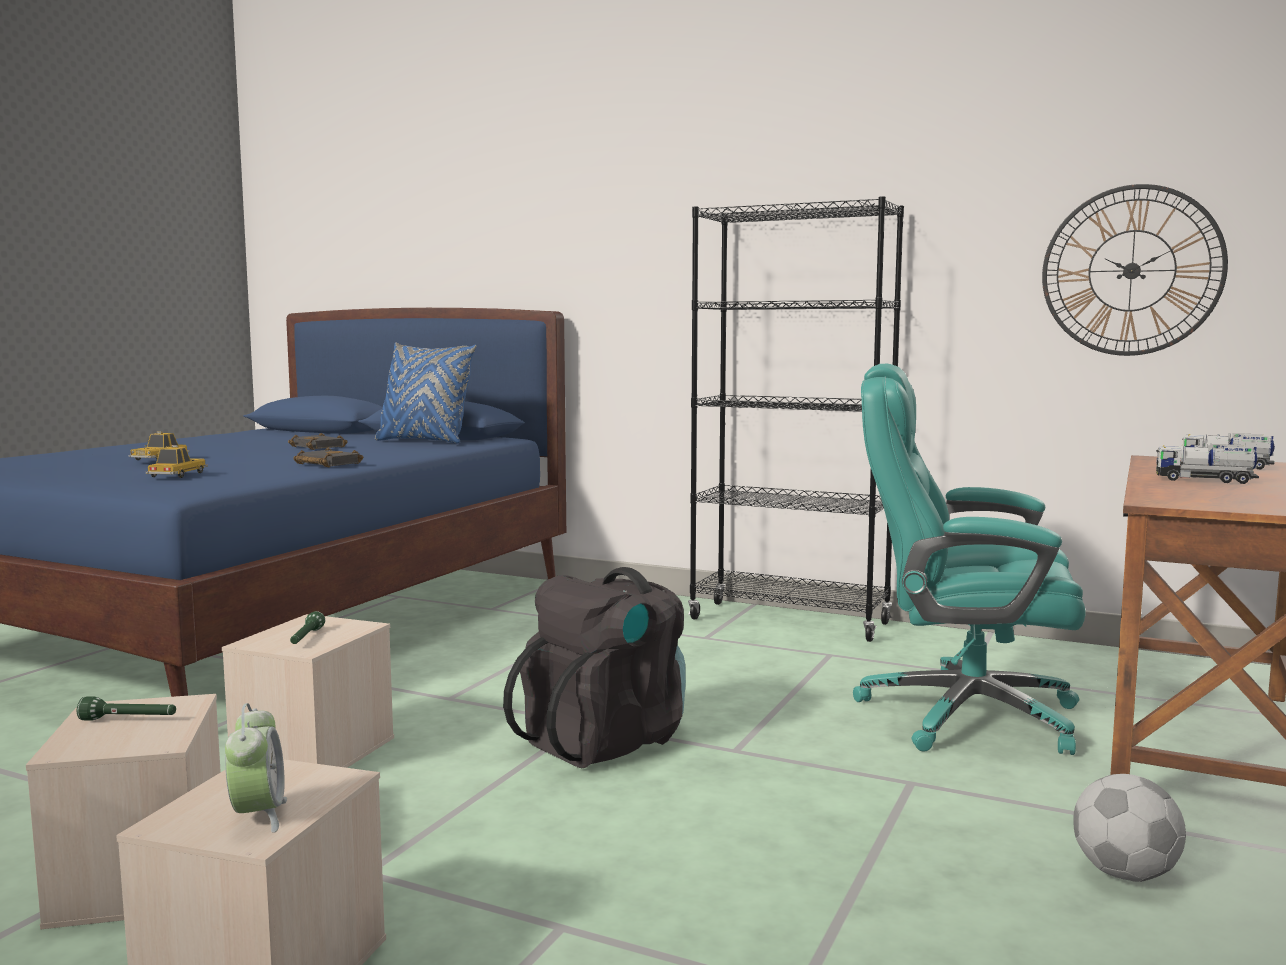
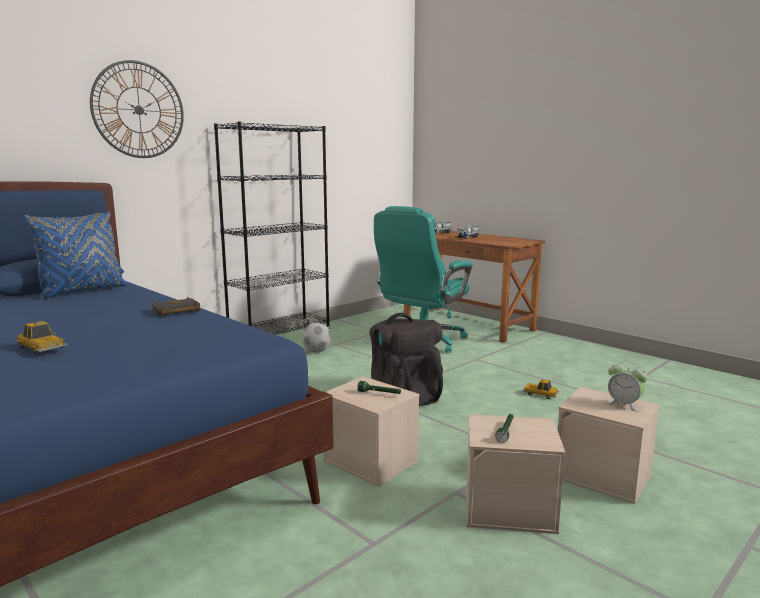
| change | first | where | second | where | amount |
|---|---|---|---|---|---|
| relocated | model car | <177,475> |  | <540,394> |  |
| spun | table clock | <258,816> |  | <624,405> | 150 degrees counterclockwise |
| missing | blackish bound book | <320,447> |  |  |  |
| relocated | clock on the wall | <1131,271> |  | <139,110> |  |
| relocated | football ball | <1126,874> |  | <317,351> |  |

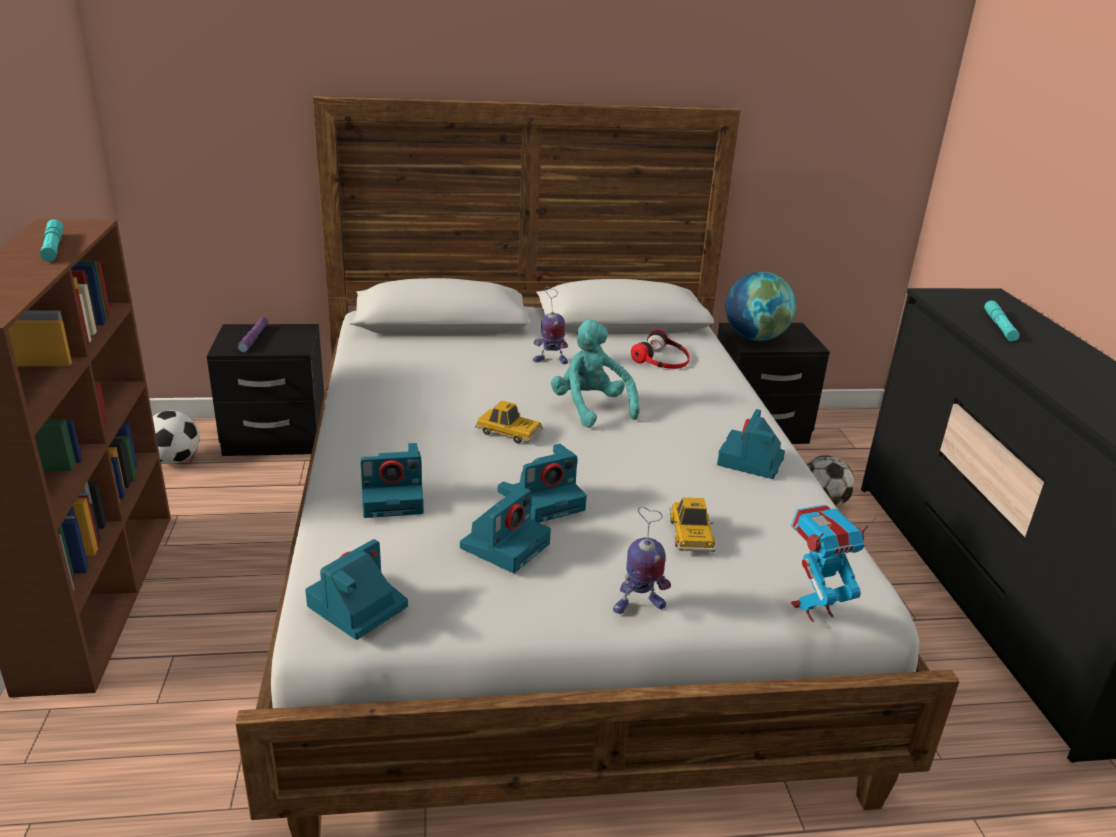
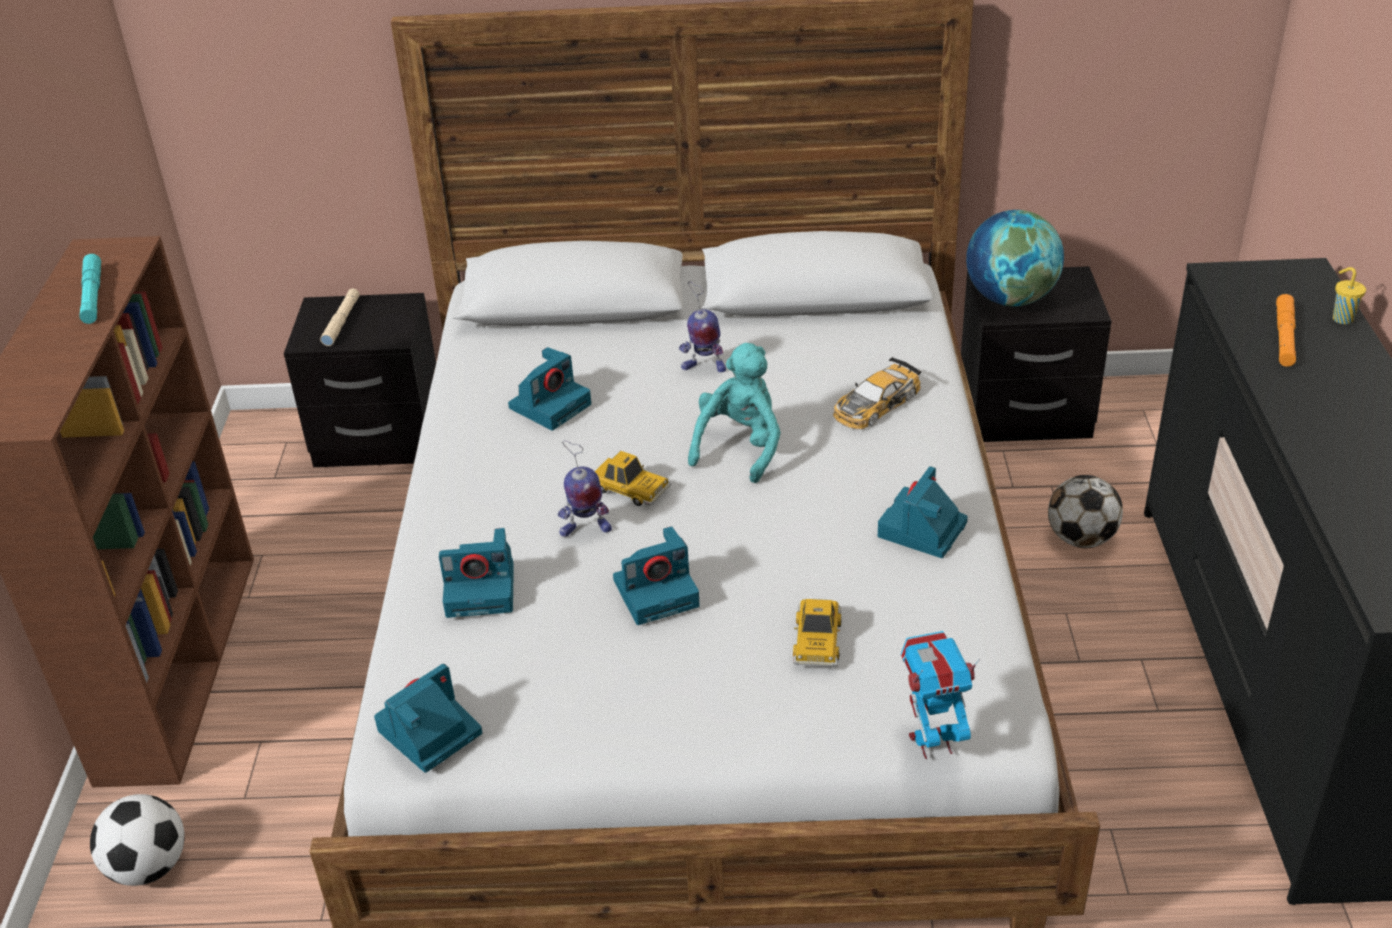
| change | first | where | second | where | amount |
|---|---|---|---|---|---|
| relocated | football ball | <174,460> |  | <149,867> |  |
| colour | purplish flashlight | <254,338> | sand-coloured flashlight | <341,322> |  |
| relocated | still camera | <505,544> |  | <551,405> |  |
| spun | turquoise soft toy | <590,408> |  | <740,447> | 45 degrees clockwise |
| relocated | toy robot | <638,606> |  | <585,530> |  |
| missing | headset | <662,359> |  |  |  |
| colour | turquoise flashlight | <999,326> | orange flashlight | <1284,336> |  |
| appeared |  |  | model car | <875,404> |  |
| appeared |  |  | yellowish cup | <1341,319> |  |

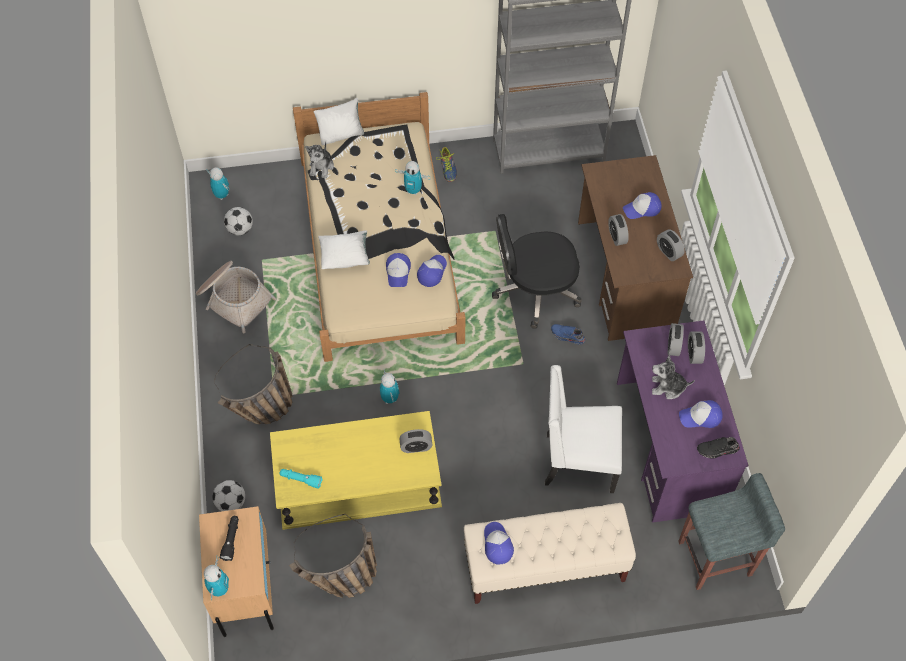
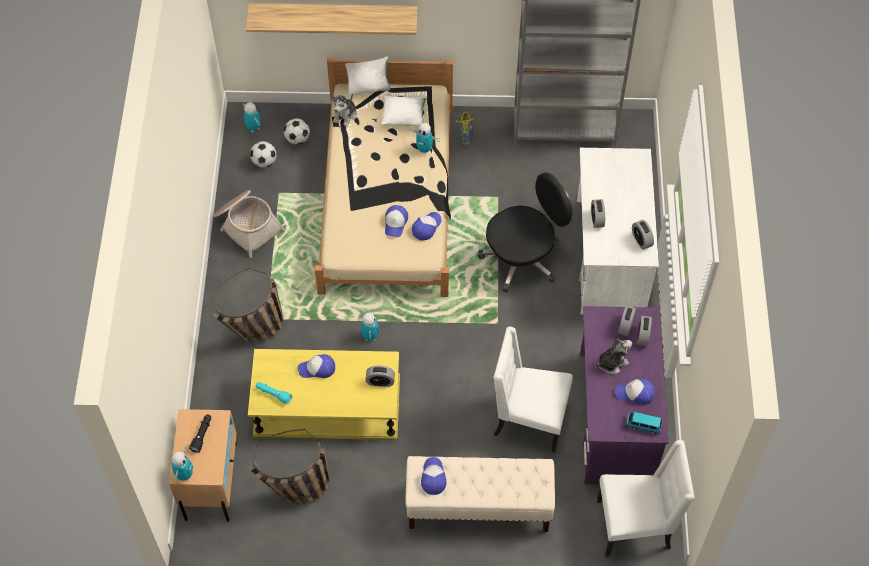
| change | first | where | second | where | amount |
|---|---|---|---|---|---|
| relocated | football ball | <231,503> |  | <297,139> |  |
| relocated | whitish throw pillow | <345,257> |  | <404,117> |  |
| spun | blackish office chair | <535,291> |  | <522,258> | 150 degrees clockwise |
| missing | blue-coloured shoe | <567,336> |  |  |  |
| colour | brown desk unit | <624,276> | whitish desk unit | <609,257> |  |
| relocated | peaked cap | <642,209> |  | <317,369> |  |
| spun | soft toy | <668,387> |  | <611,362> | 135 degrees clockwise |
| exchanged | gray stool seat | <716,558> | whitish chair | <635,525> |  |
| exchanged | blackish shoe | <717,450> | model car | <643,425> |  |
| appeared |  |  | shelf | <333,14> |  |

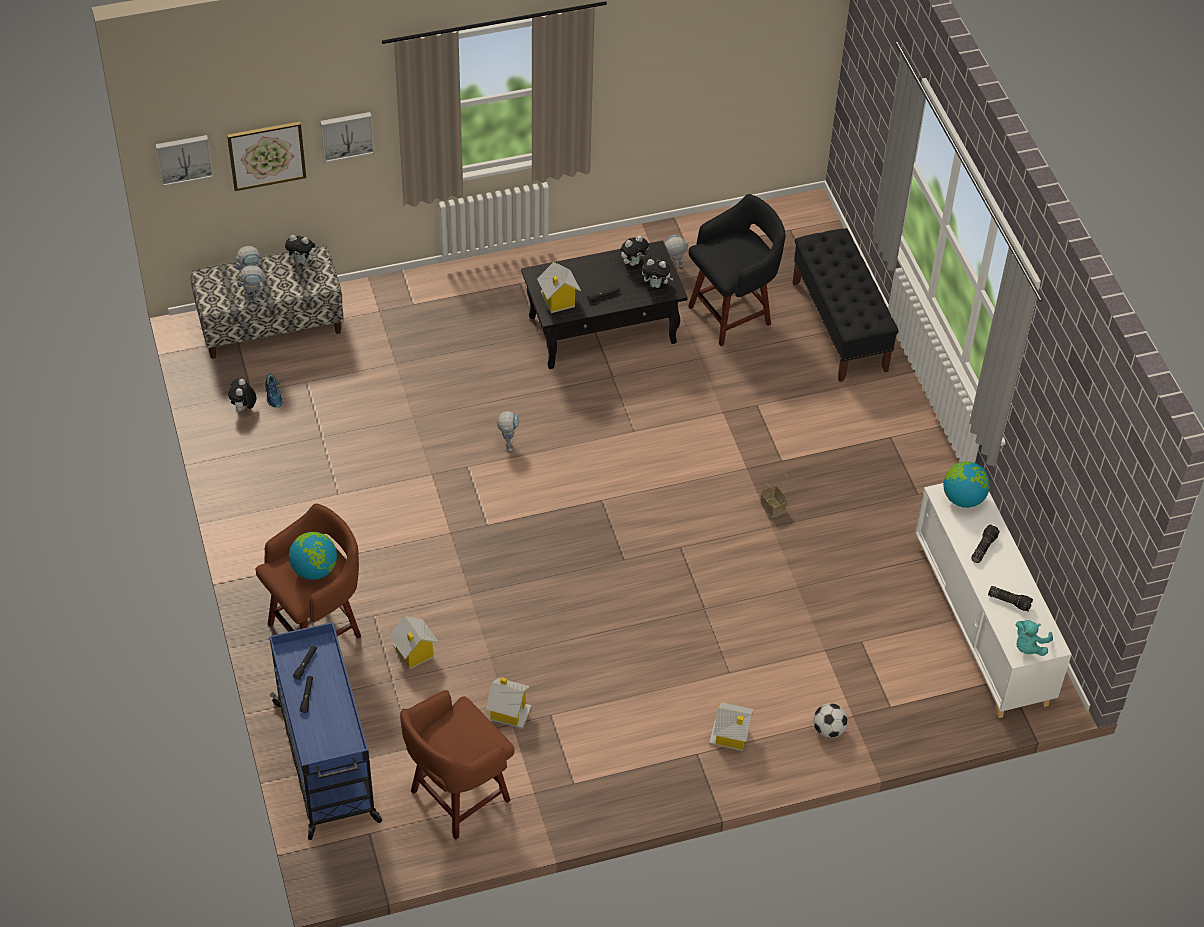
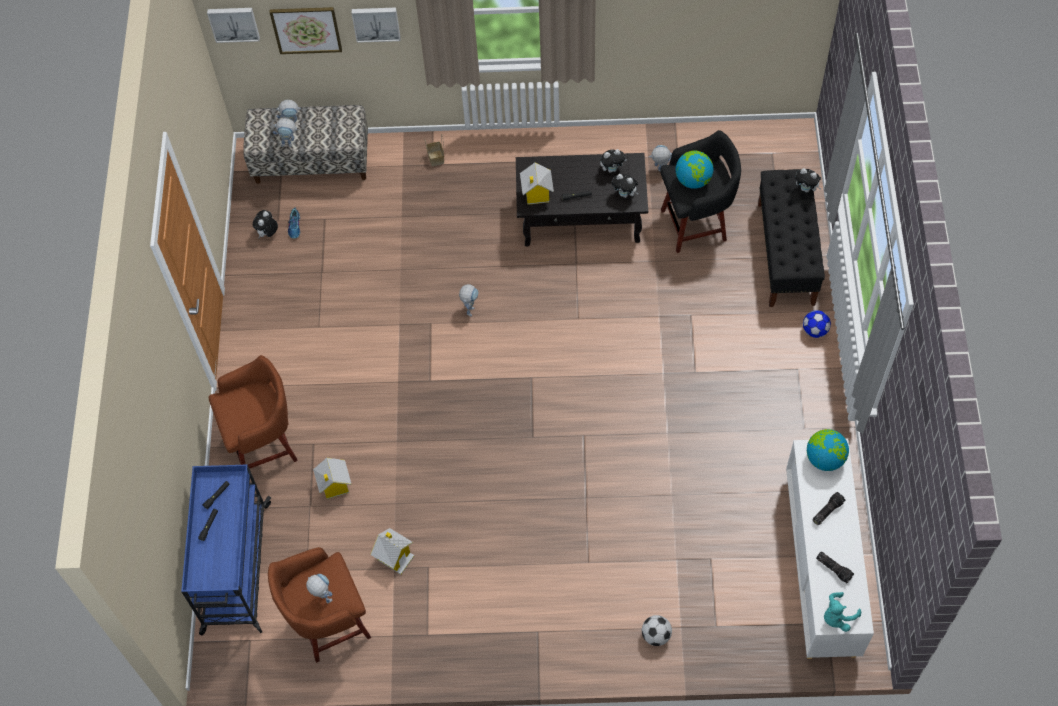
| change | first | where | second | where | amount |
|---|---|---|---|---|---|
| relocated | soft toy | <302,261> |  | <806,189> |  |
| relocated | world globe | <314,569> |  | <693,180> |  |
| missing | toy house | <730,737> |  |  |  |
| relocated | basket | <773,507> |  | <436,158> |  |
| appeared |  |  | toy robot | <322,597> |  |
| appeared |  |  | football ball | <815,330> |  |

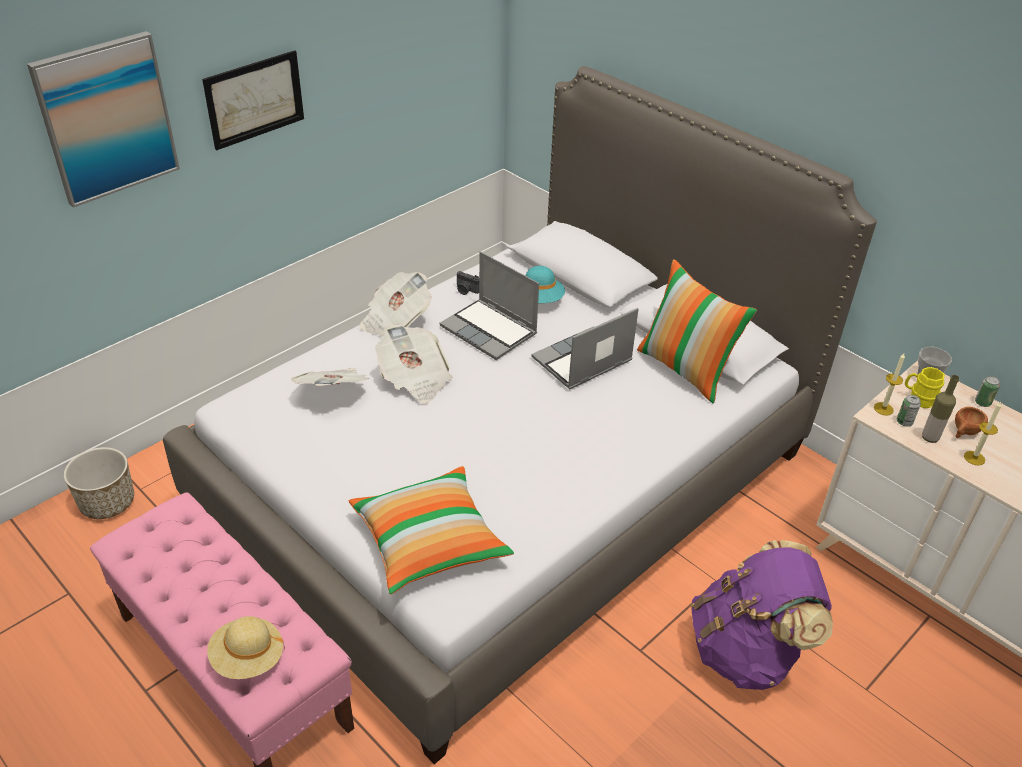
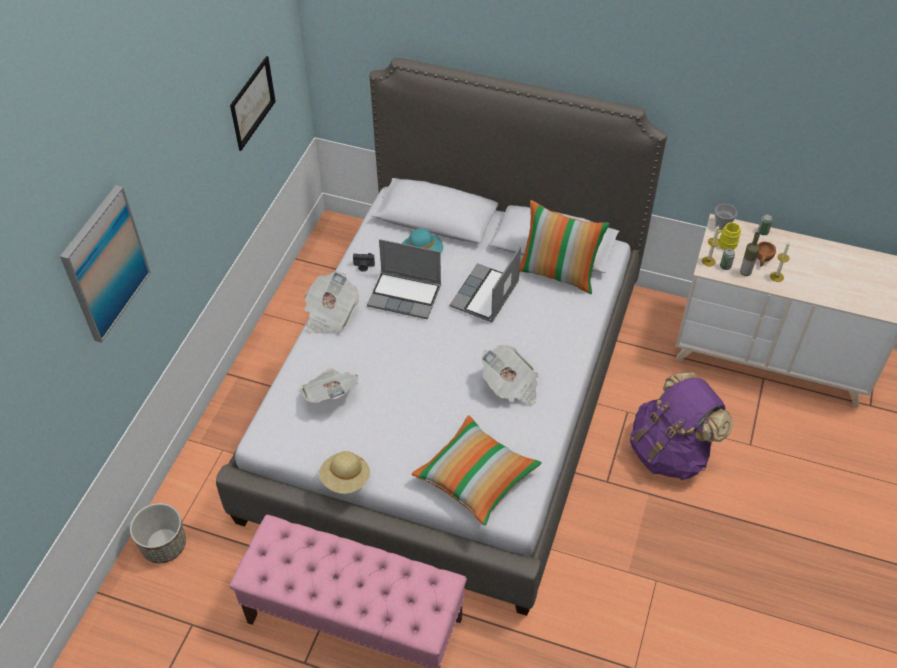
| change | first | where | second | where | amount |
|---|---|---|---|---|---|
| relocated | picture | <254,99> |  | <252,103> |  |
| relocated | sand-coloured clothing hat | <248,658> |  | <345,479> |  |
| relocated | daily paper | <415,379> |  | <510,386> |  |

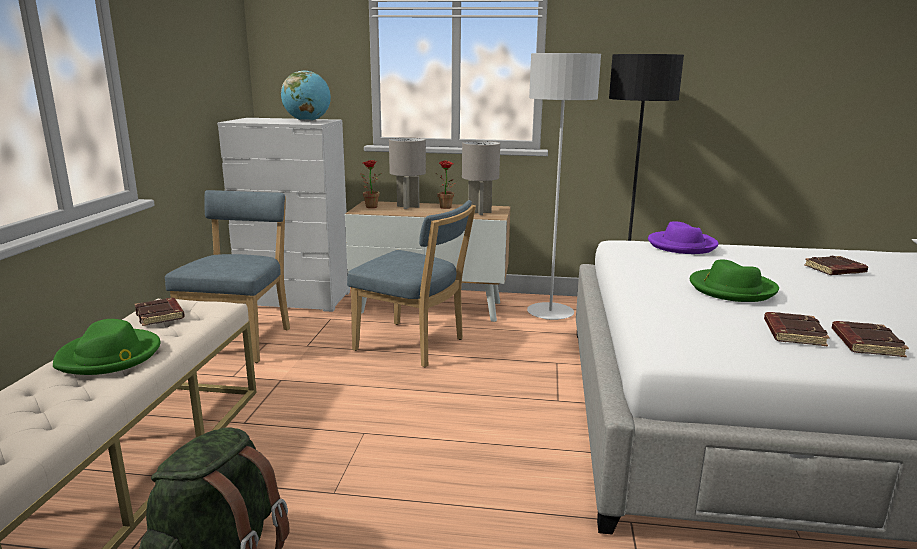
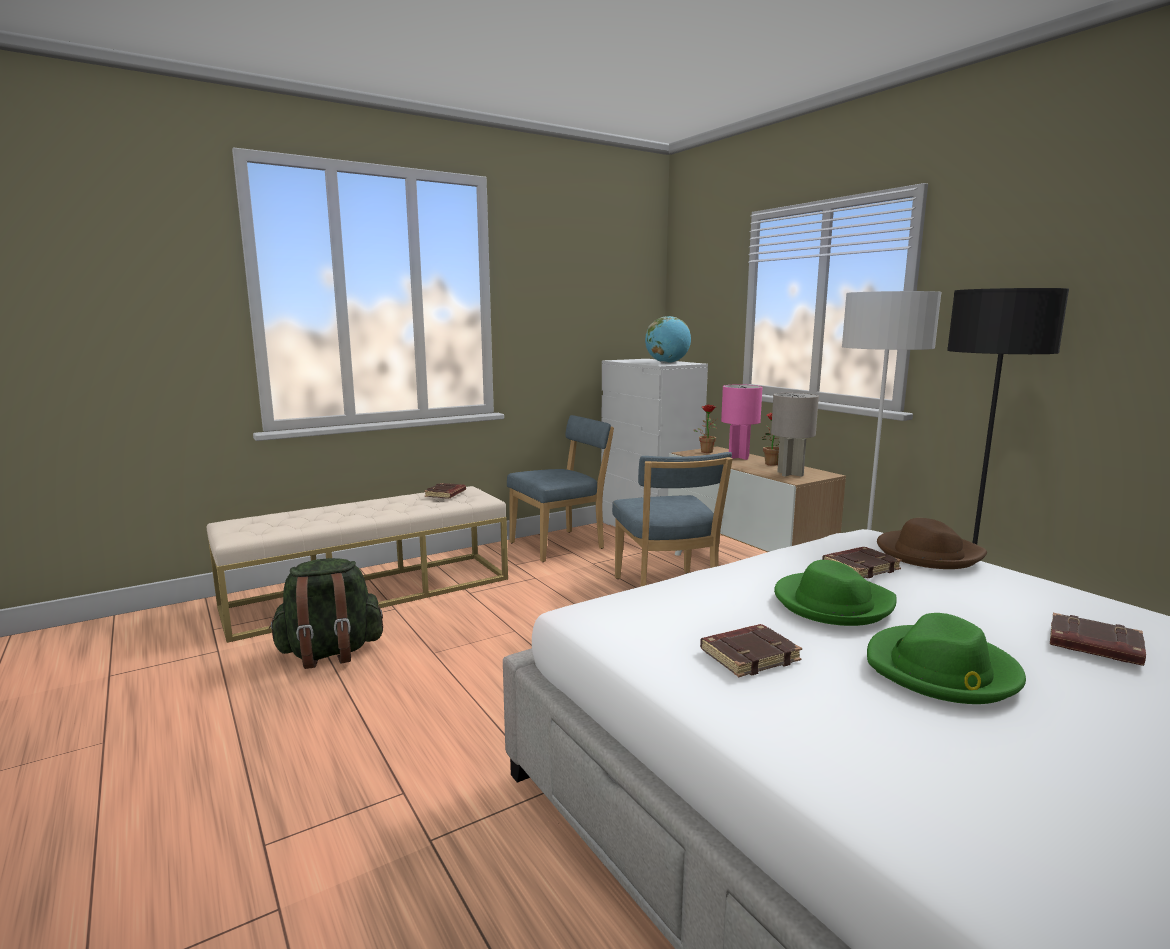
| change | first | where | second | where | amount |
|---|---|---|---|---|---|
| relocated | green-coloured clothing hat | <110,356> |  | <941,670> |  |
| colour | gray table lamp | <408,207> | pink table lamp | <738,457> |  |
| colour | purplish clothing hat | <681,245> | brown clothing hat | <927,554> |  |
| relocated | brown bound book | <865,343> |  | <860,567> |  |

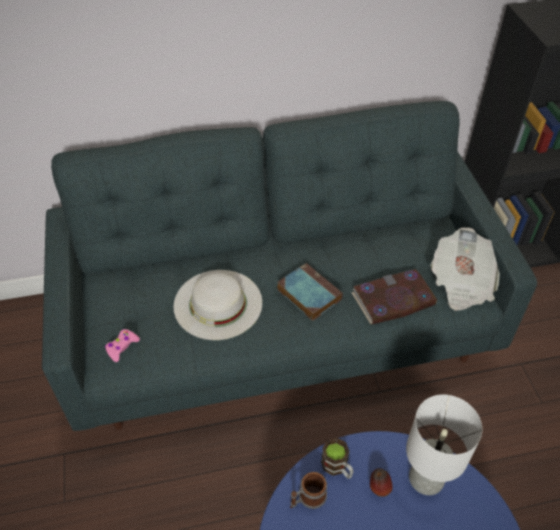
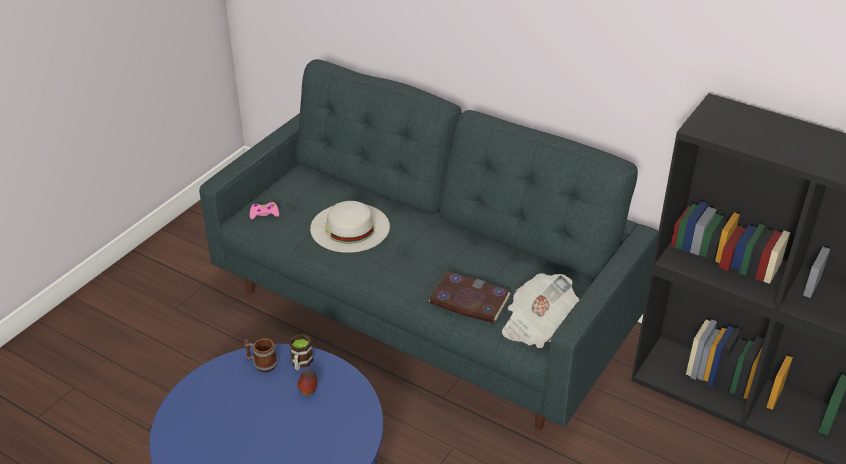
| change | first | where | second | where | amount |
|---|---|---|---|---|---|
| missing | bound book | <307,294> |  |  |  |
| missing | whitish table lamp | <425,479> |  |  |  |

